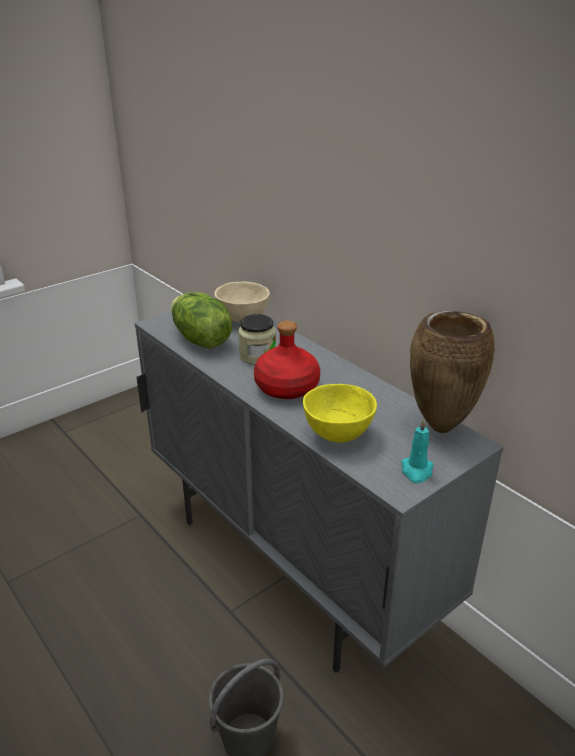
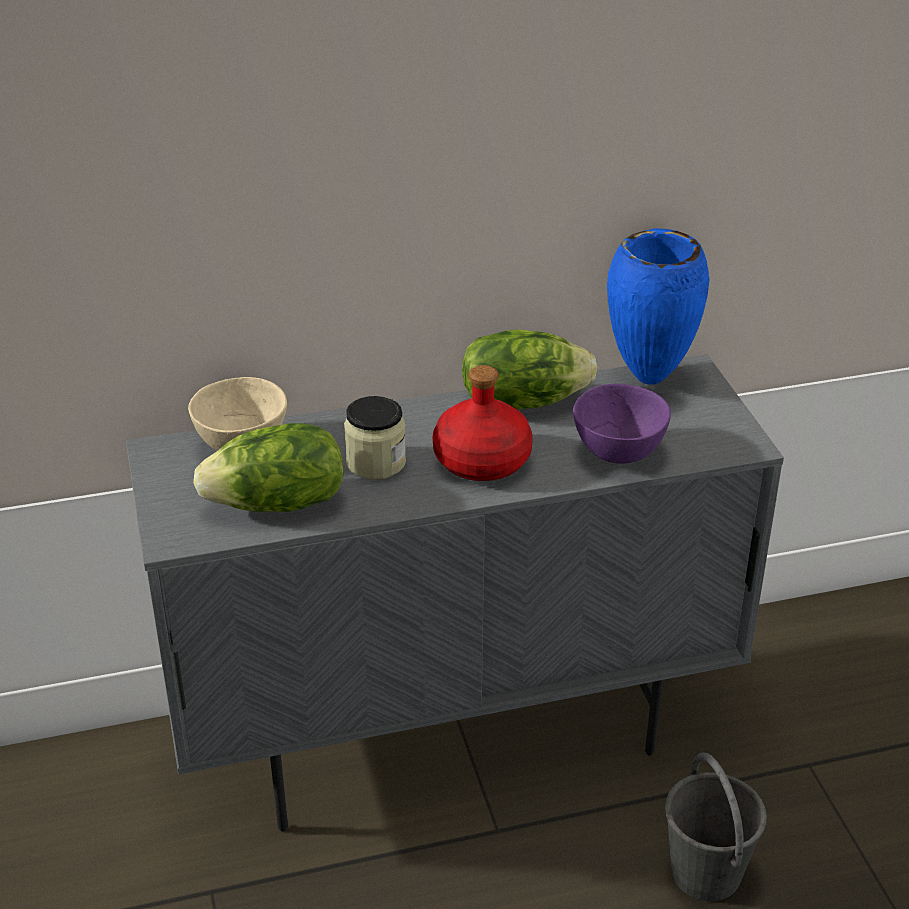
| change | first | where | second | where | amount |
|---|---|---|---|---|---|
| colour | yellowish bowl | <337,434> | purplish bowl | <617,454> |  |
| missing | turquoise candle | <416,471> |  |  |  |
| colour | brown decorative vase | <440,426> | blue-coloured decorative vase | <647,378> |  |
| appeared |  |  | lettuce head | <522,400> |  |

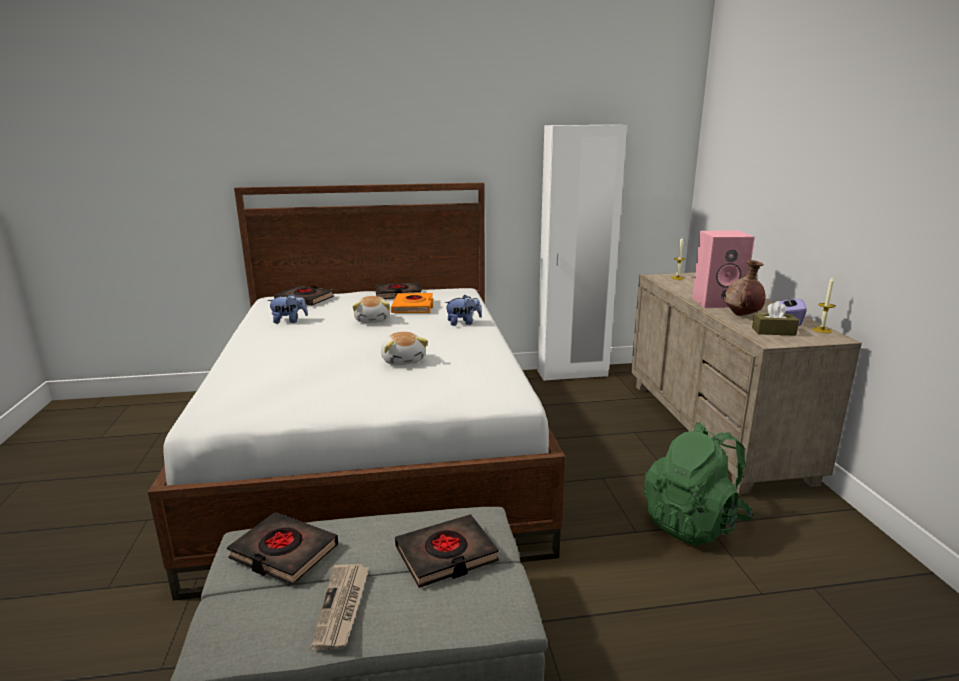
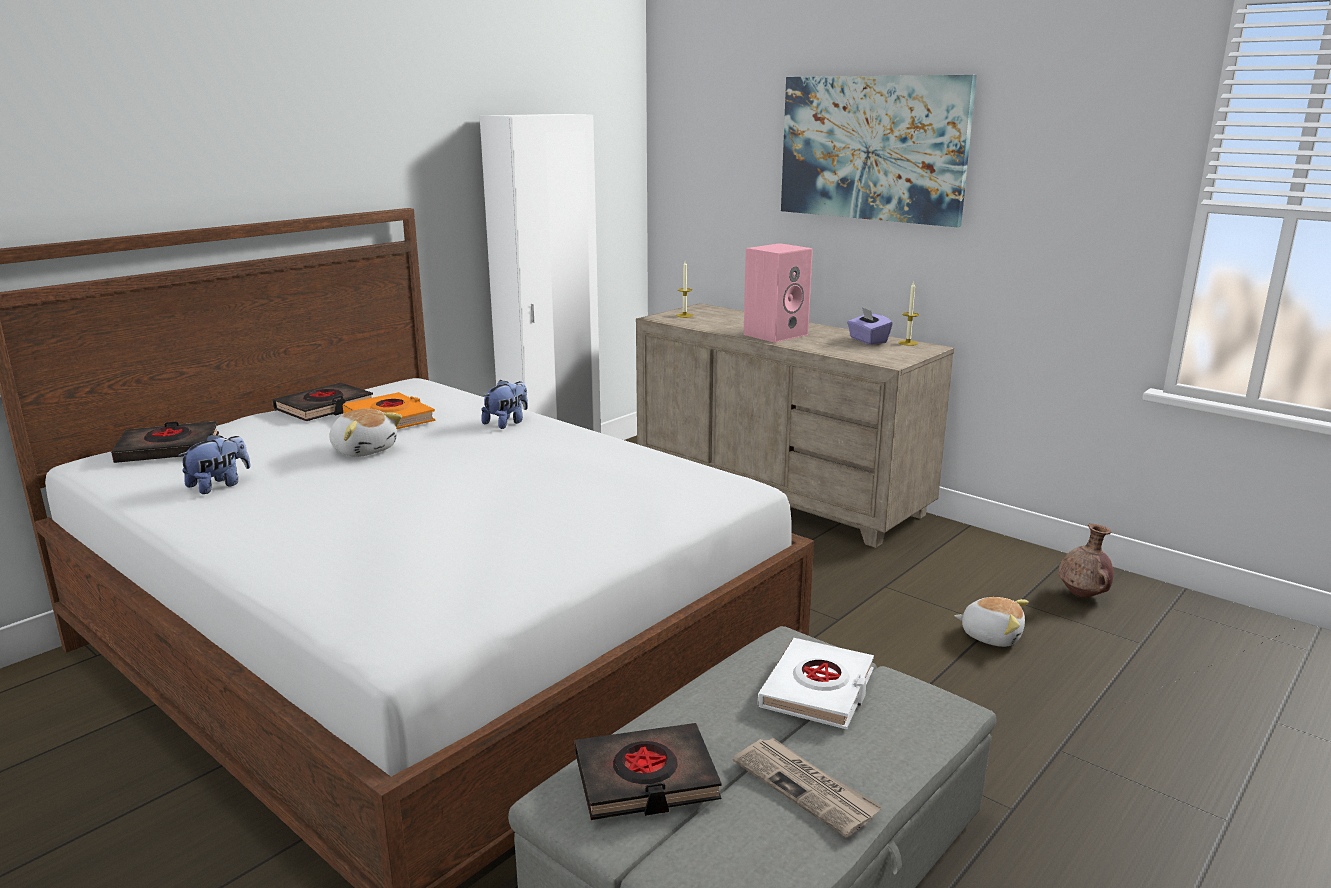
| change | first | where | second | where | amount |
|---|---|---|---|---|---|
| relocated | soft toy | <403,360> |  | <991,635> |  |
| colour | blackish bound book | <446,555> | whitish bound book | <818,690> |  |
| missing | green-coloured backpack | <694,523> |  |  |  |
| relocated | brown decorative vase | <742,315> |  | <1082,596> |  |
| missing | brown tissue holder | <773,331> |  |  |  |
| appeared |  |  | picture | <872,148> |  |

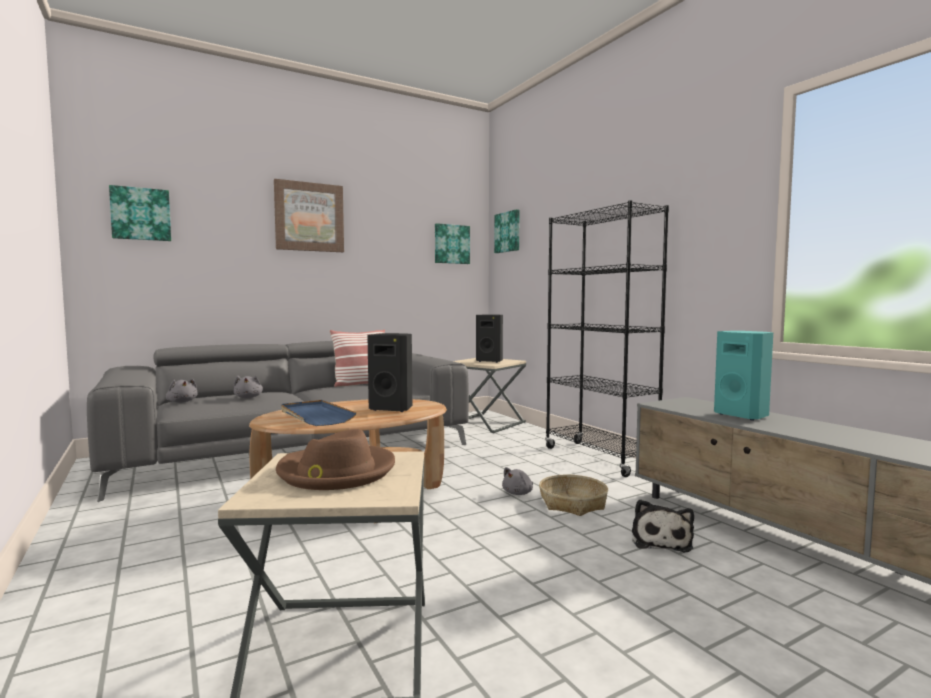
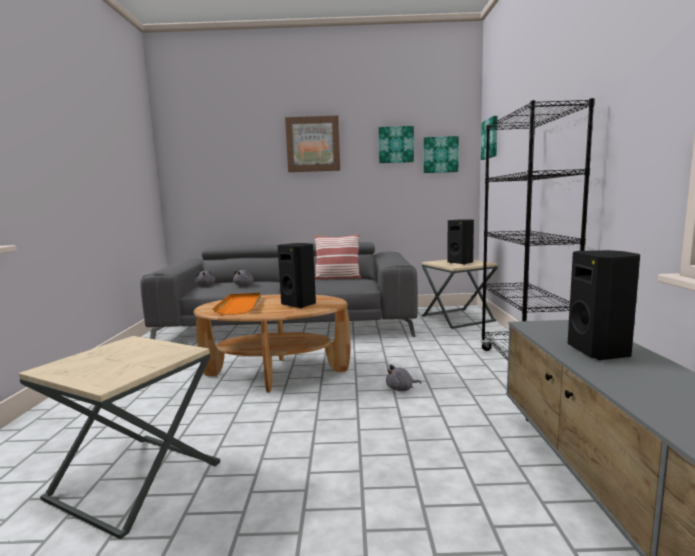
| change | first | where | second | where | amount |
|---|---|---|---|---|---|
| relocated | picture | <141,214> |  | <396,145> |  |
| missing | brown clothing hat | <336,472> |  |  |  |
| colour | blue-coloured tray | <315,416> | orange tray | <240,305> |  |
| missing | basket | <573,503> |  |  |  |
| missing | soft toy | <660,541> |  |  |  |
| colour | turquoise audio speaker | <742,415> | blackish audio speaker | <600,351> |  |

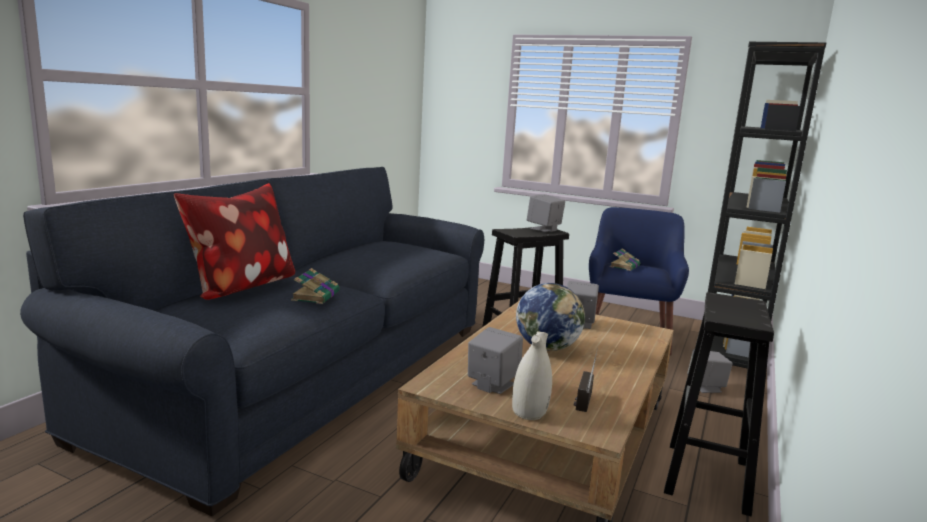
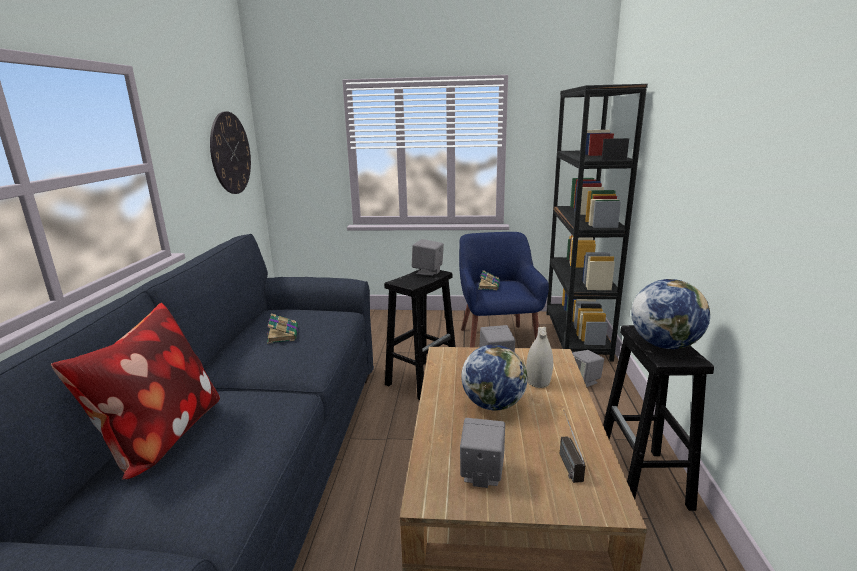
| change | first | where | second | where | amount |
|---|---|---|---|---|---|
| relocated | bound book | <316,296> |  | <283,334> |  |
| relocated | whitish decorative vase | <530,412> |  | <538,381> |  |
| appeared |  |  | clock on the wall | <230,153> |  |
| appeared |  |  | world globe | <664,345> |  |

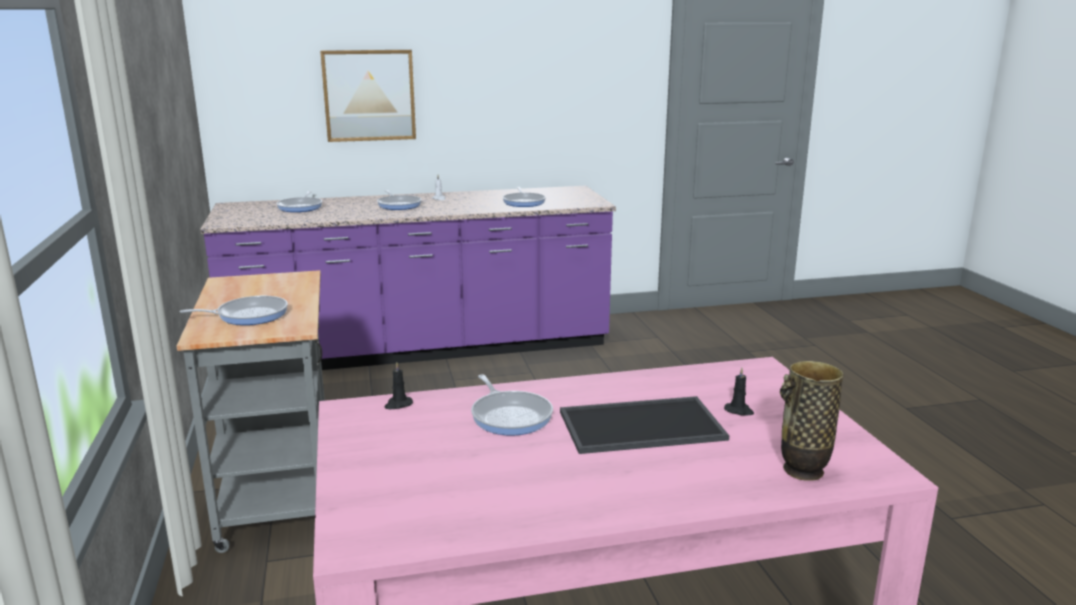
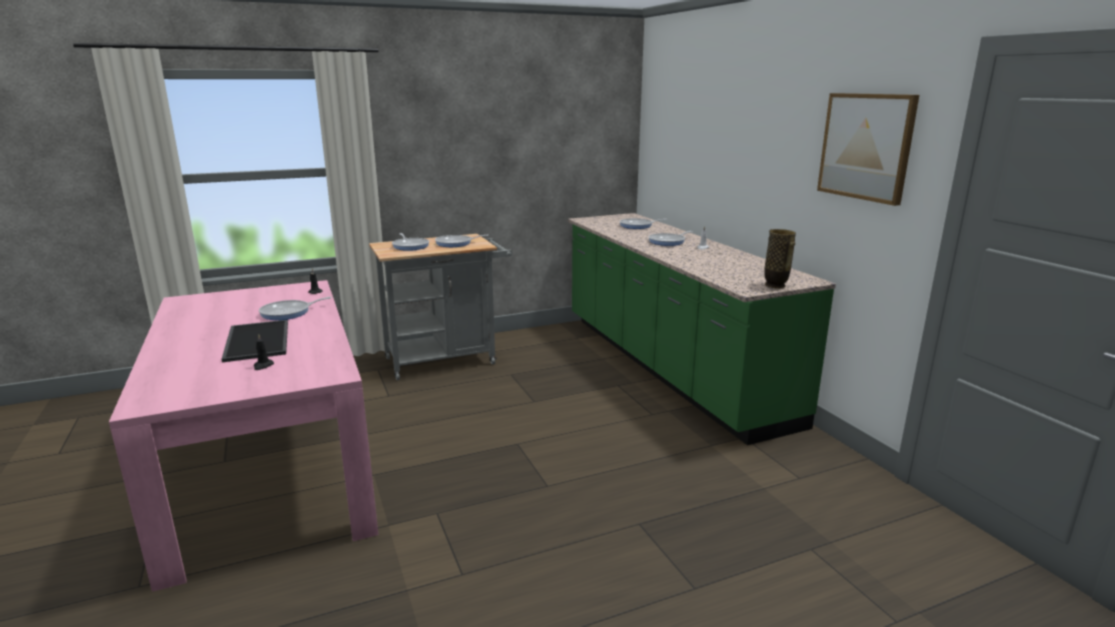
| change | first | where | second | where | amount |
|---|---|---|---|---|---|
| colour | purplish kitchen counter | <421,349> | green-coloured kitchen counter | <668,366> |  |
| relocated | picture | <369,95> |  | <866,146> |  |
| relocated | pan | <524,202> |  | <456,243> |  |
| relocated | decorative vase | <803,471> |  | <775,285> |  |

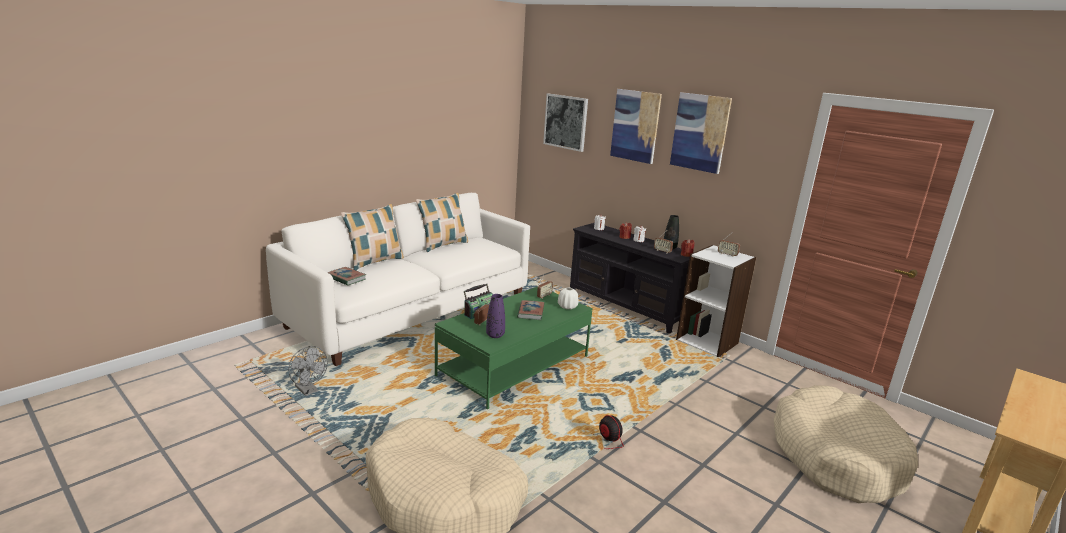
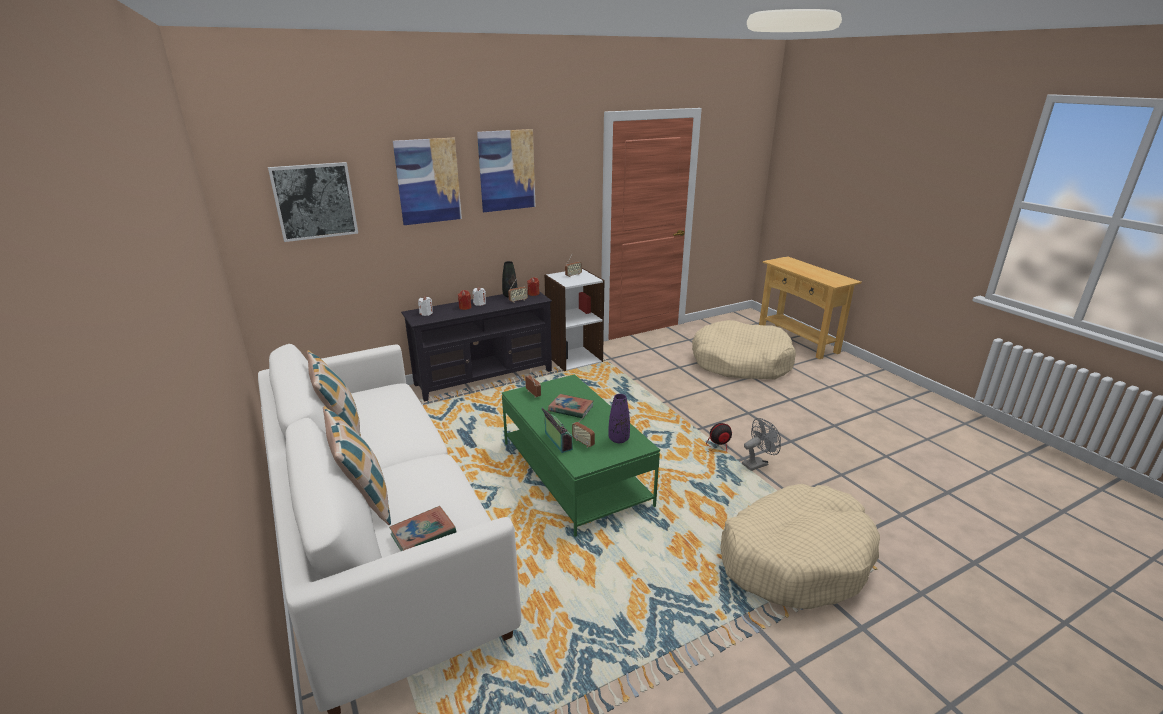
| change | first | where | second | where | amount |
|---|---|---|---|---|---|
| relocated | gray cooling fan | <309,391> |  | <757,463> |  |
| missing | whitish decorative vase | <567,307> |  |  |  |

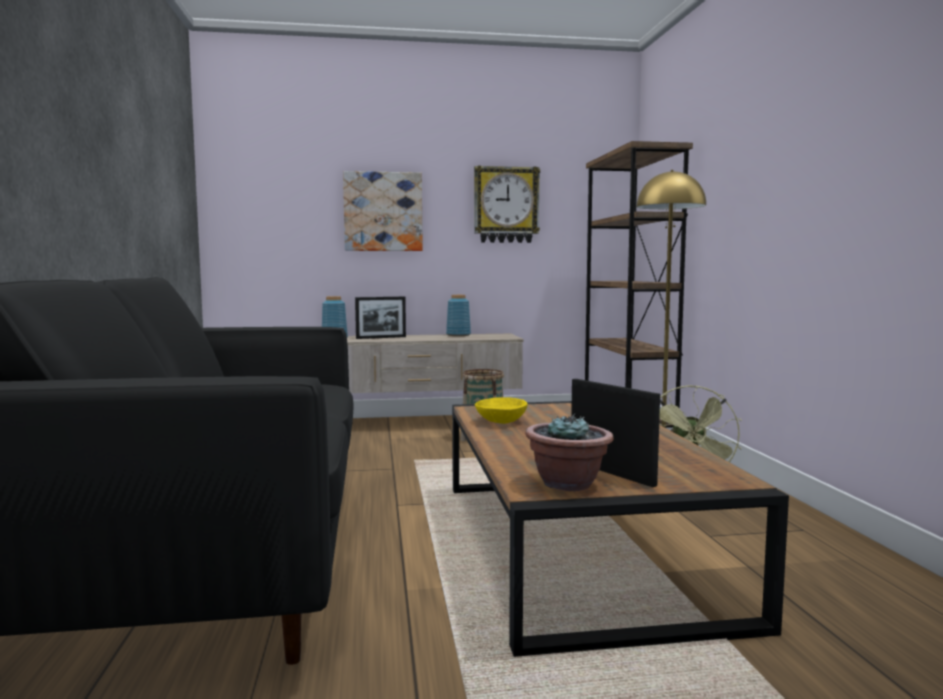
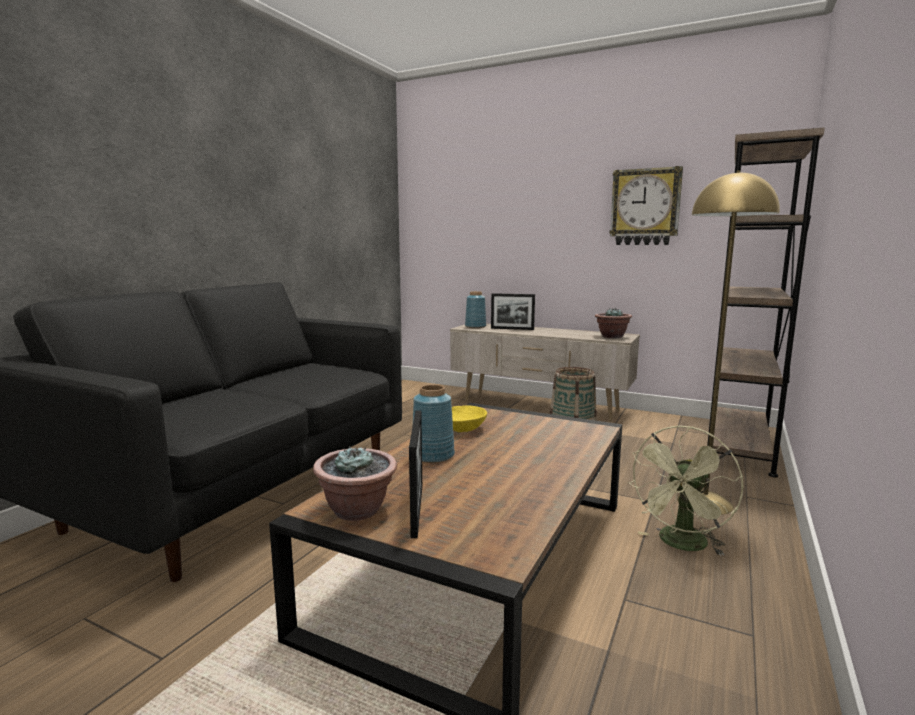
| change | first | where | second | where | amount |
|---|---|---|---|---|---|
| missing | picture | <383,212> |  |  |  |
| relocated | blue-coloured decorative vase | <458,335> |  | <432,455> |  |
| appeared |  |  | houseplant | <611,336> |  |

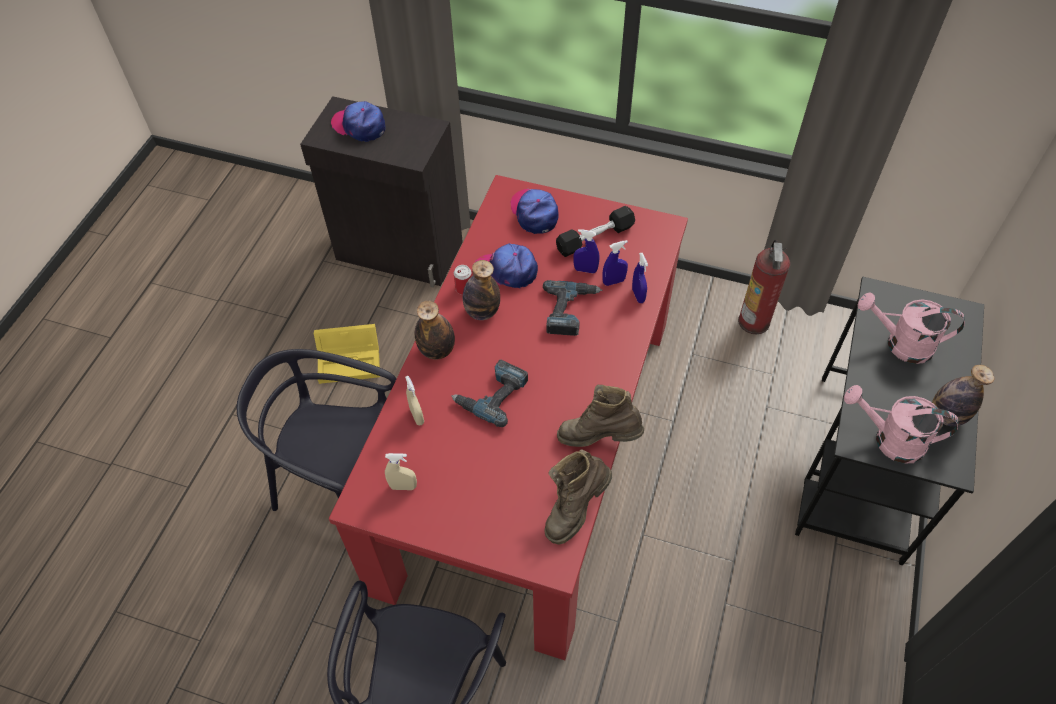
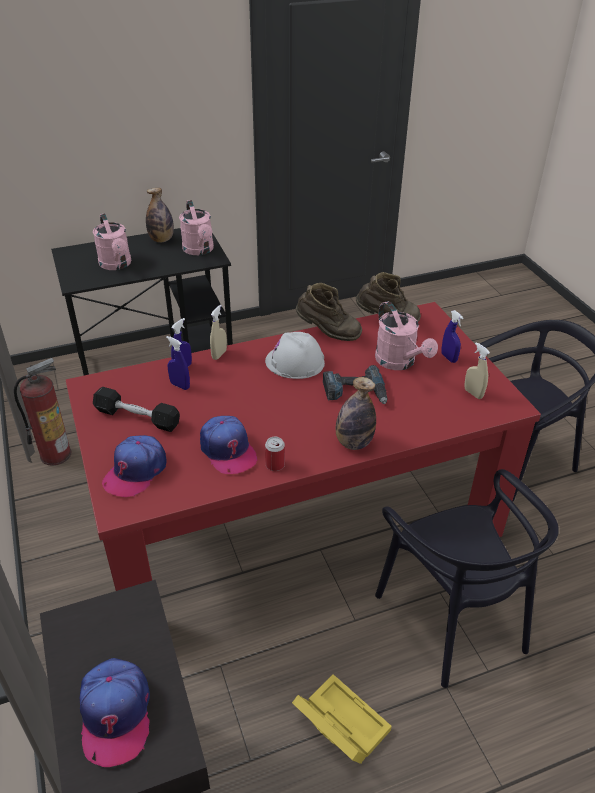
| change | first | where | second | where | amount |
|---|---|---|---|---|---|
| relocated | sand-coloured hand sprayer | <417,416> |  | <219,354> |  |
| missing | drink bottle | <482,312> |  |  |  |
| missing | electric drill | <570,311> |  |  |  |
| spun | brown boot | <599,437> |  | <327,333> | 45 degrees counterclockwise |
| relocated | blue-coloured hand sprayer | <585,270> |  | <449,358> |  |
| appeared |  |  | whitish hard hat | <295,362> |  |
| appeared |  |  | pink sprinkling can | <399,362> |  |

